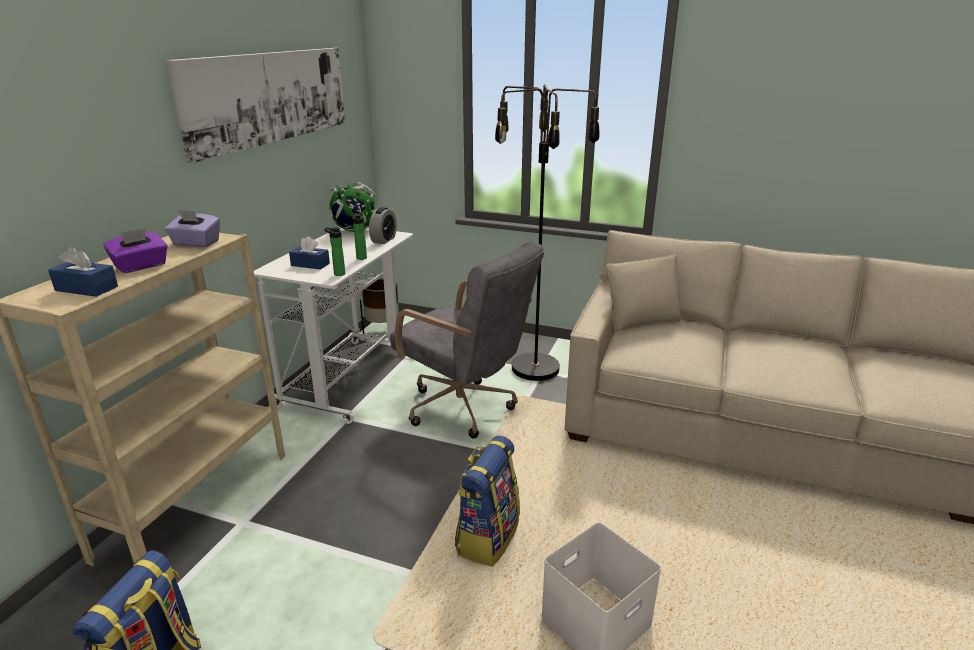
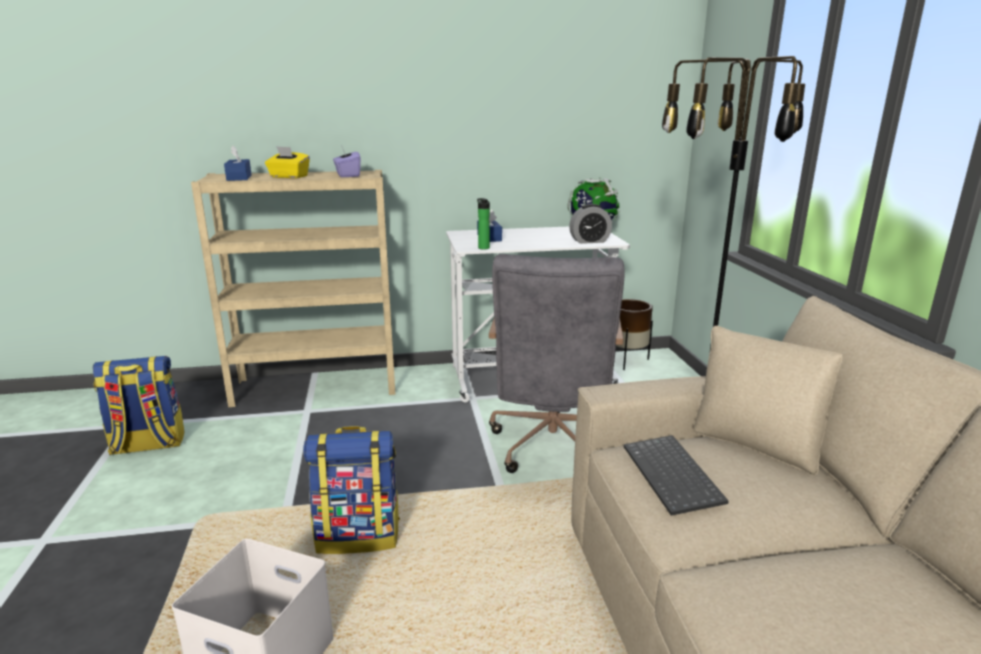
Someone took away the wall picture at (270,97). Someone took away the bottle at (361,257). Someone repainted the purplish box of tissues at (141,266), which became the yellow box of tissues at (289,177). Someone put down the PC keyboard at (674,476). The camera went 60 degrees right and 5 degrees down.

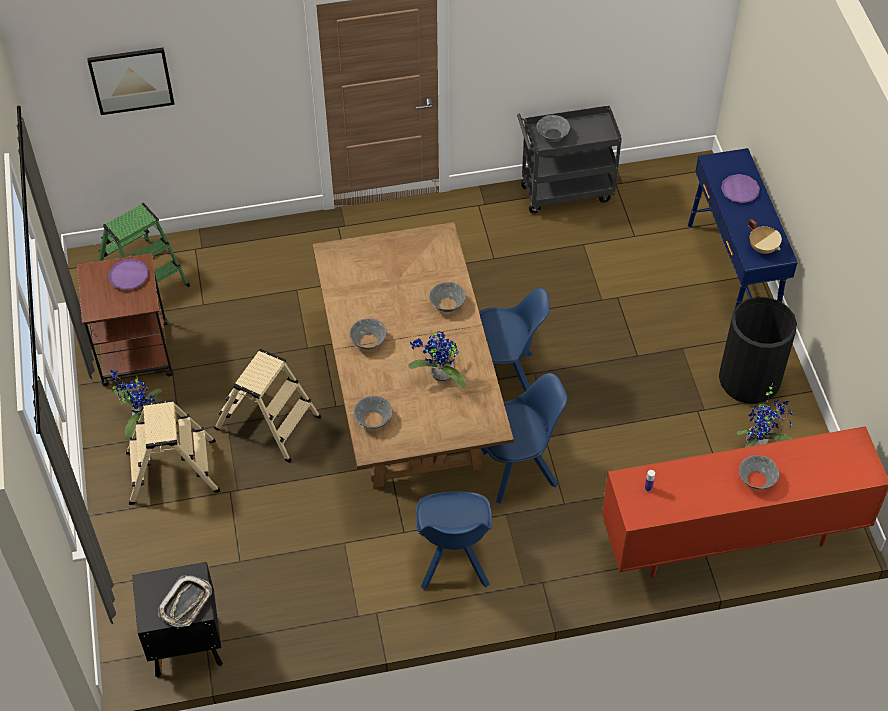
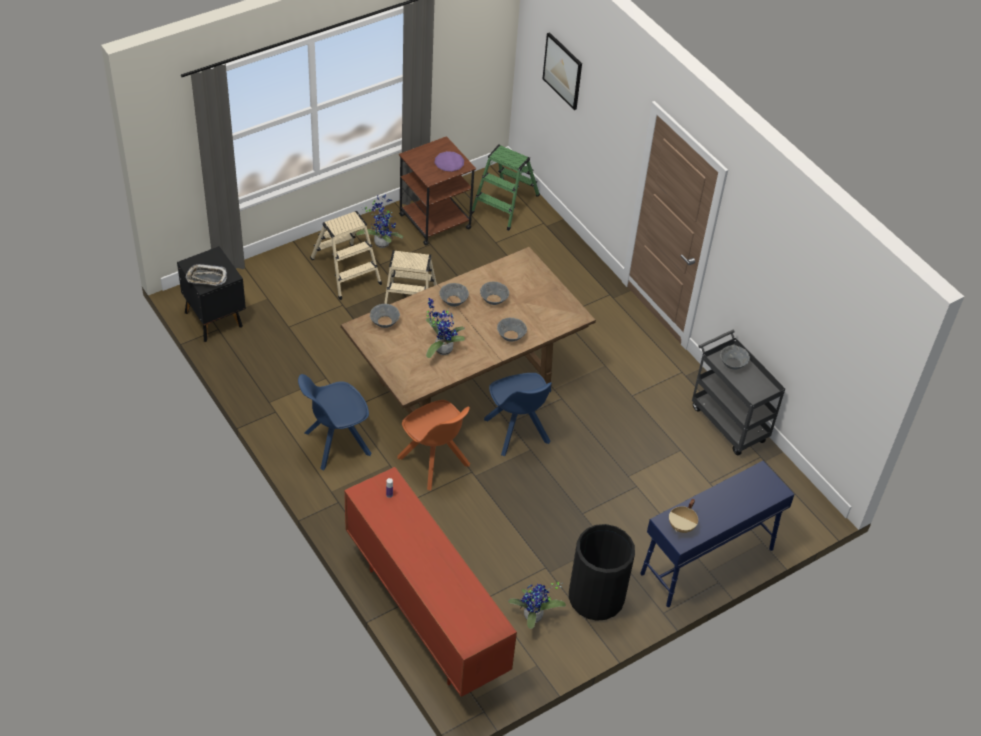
Someone took away the purplish plate at (740,190). Someone repainted the blue chair at (518,469), which became the orange chair at (434,462). Someone carried the gray deep dish from (757,479) to (494,300). The camera went 65 degrees right and 5 degrees down.

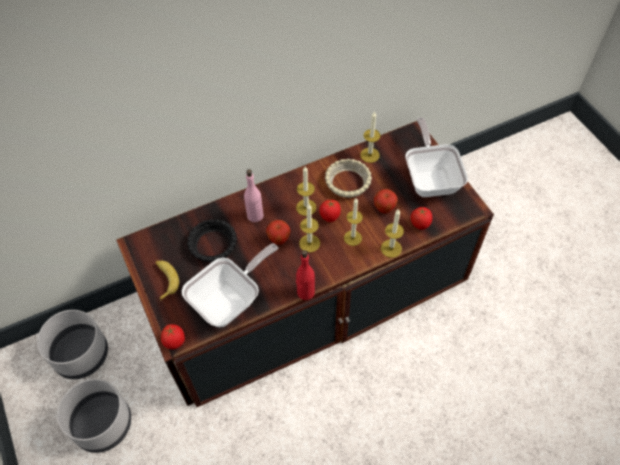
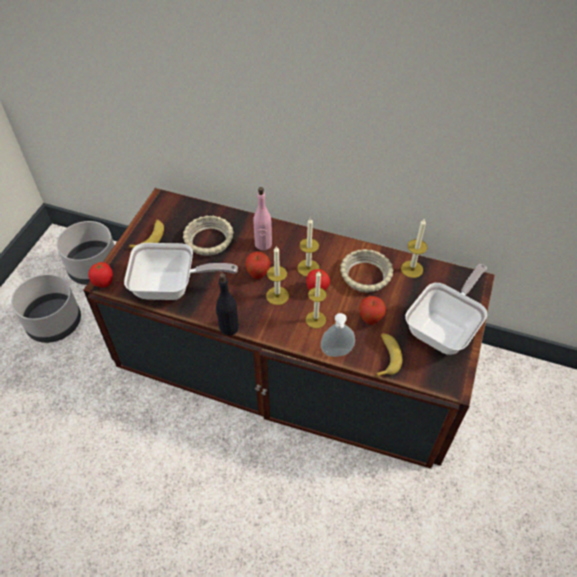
Someone swapped the whole tomato at (420,225) for the banana fruit at (386,357). Someone swapped the candle at (391,248) for the soap dispenser at (337,354). Someone repainted the black-coloured deep dish at (212,244), which became the sand-coloured deep dish at (209,240). Someone repainted the red bottle at (305,292), which became the black-coloured bottle at (228,328). The camera went 45 degrees right and 5 degrees down.

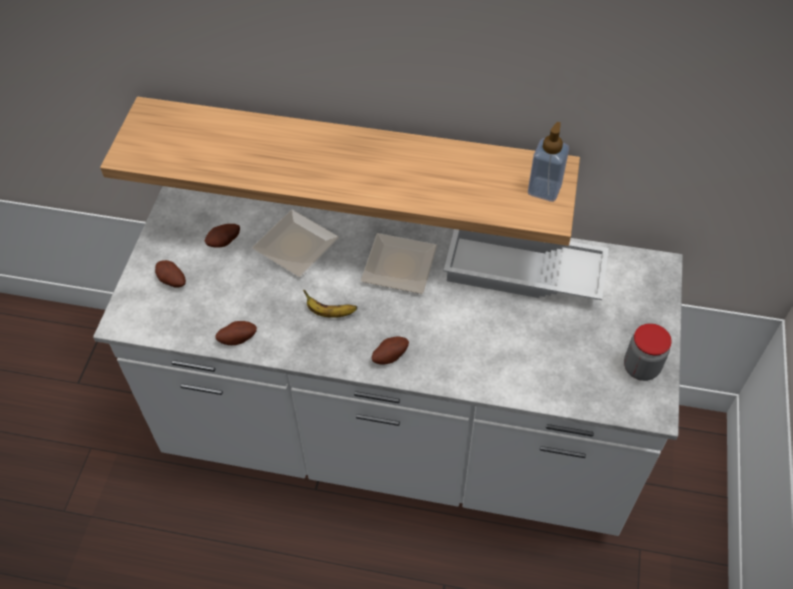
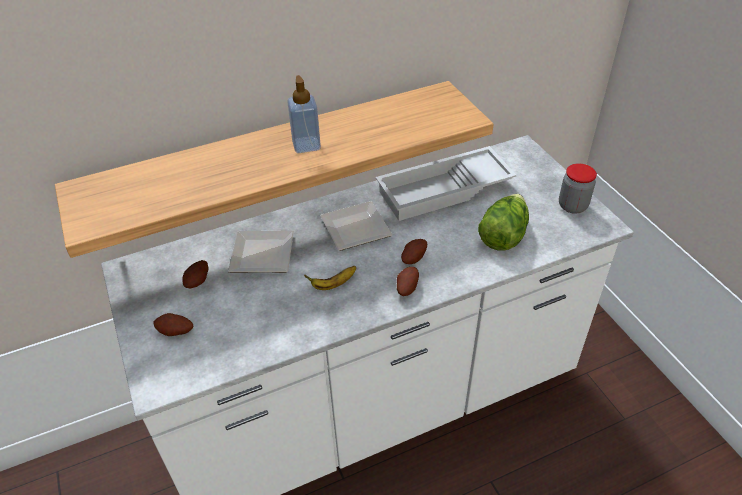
Someone carried the soap dispenser from (544,189) to (306,145). Someone carried the whole potato from (237,338) to (413,258). Someone put down the head of lettuce at (503,234). The camera went 35 degrees left and 10 degrees down.

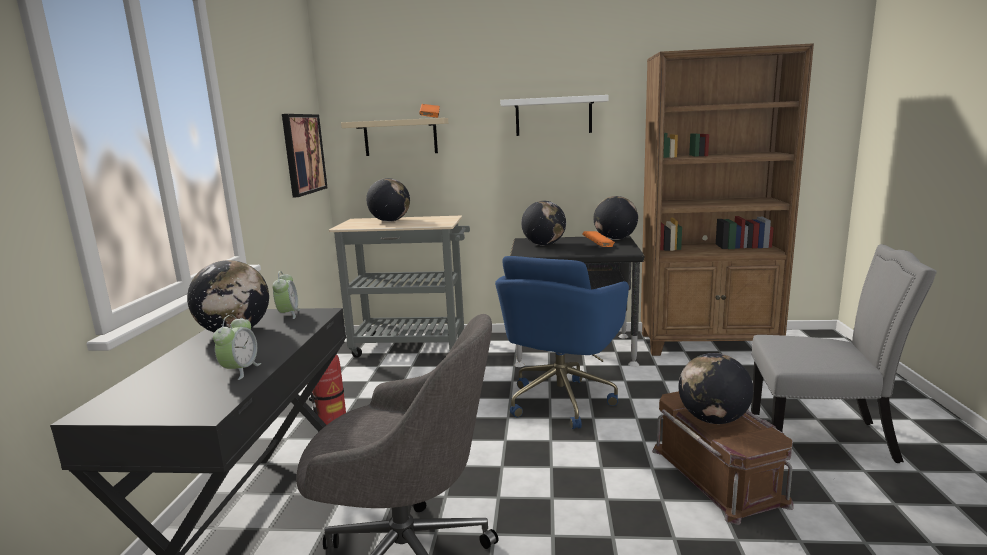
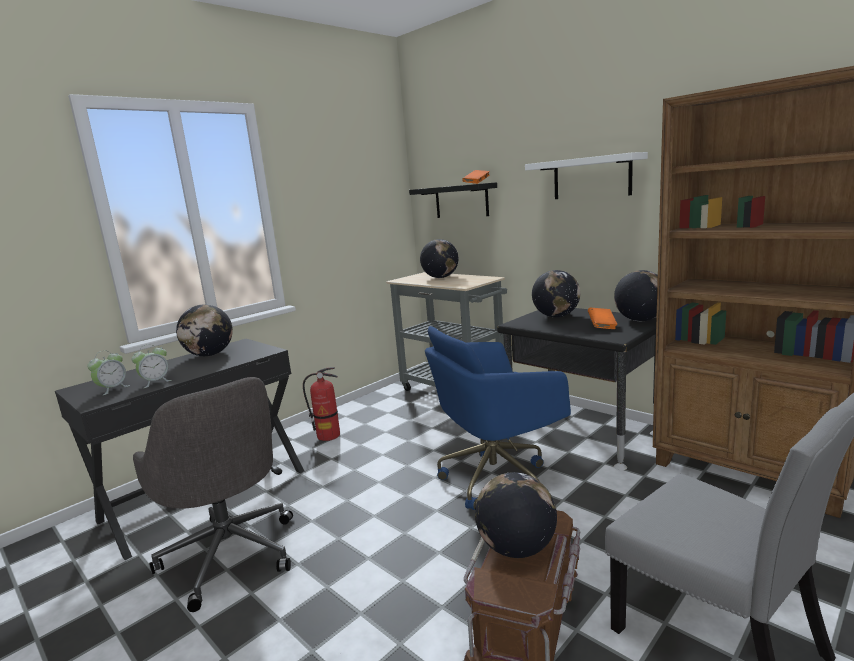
Someone took away the wall picture at (303,154). Someone repainted the sand-coloured wall shelf at (400,137), which became the black-coloured wall shelf at (461,201). Someone carried the alarm clock from (288,314) to (112,389). The camera went 40 degrees right and 0 degrees up.

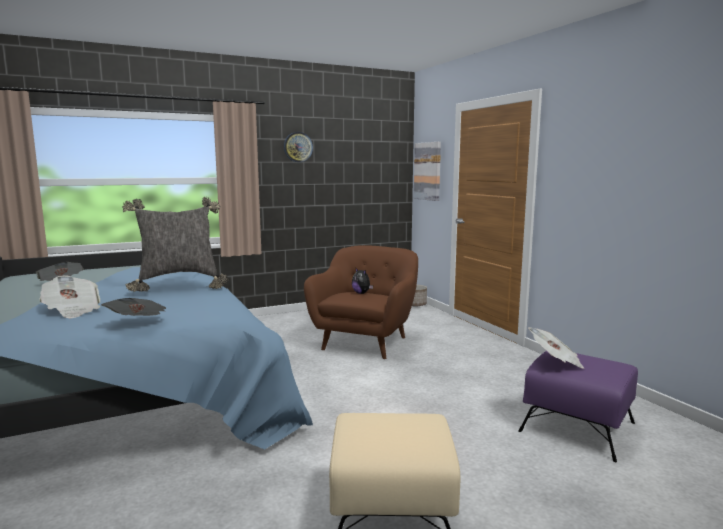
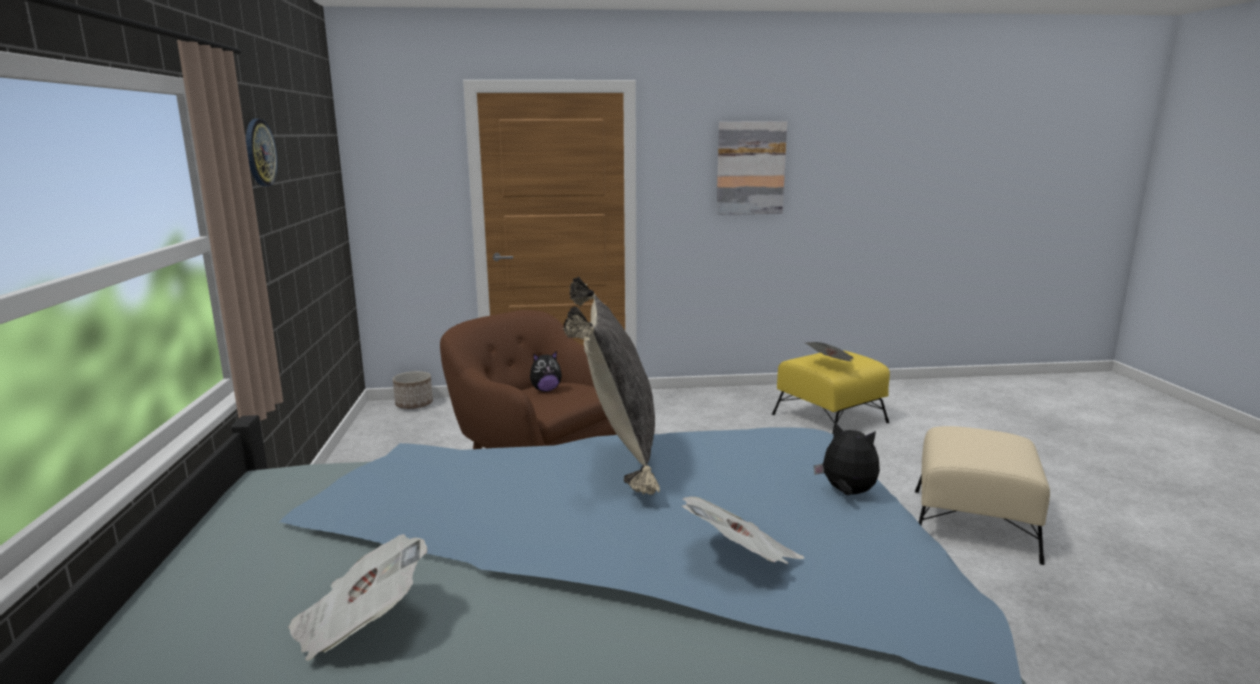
Someone carried the wall picture from (428,171) to (750,168). Someone swapped the newspaper at (138,323) for the cuddly toy at (847,493). Someone repainted the purplish footrest at (578,427), which became the yellow footrest at (830,418). The camera went 70 degrees left and 5 degrees up.

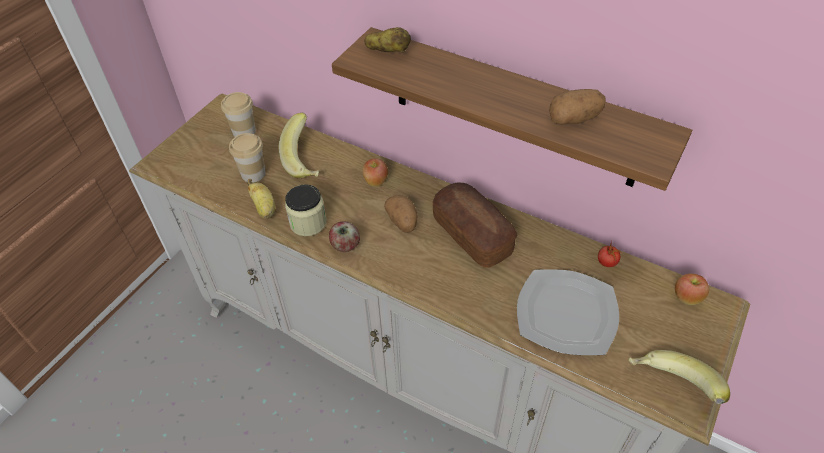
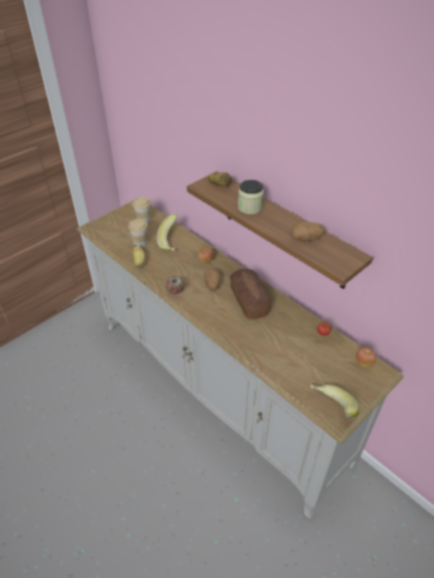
Someone carried the storage jar from (308,223) to (250,207). Someone took away the plate at (565,313). The camera went 15 degrees right and 5 degrees down.

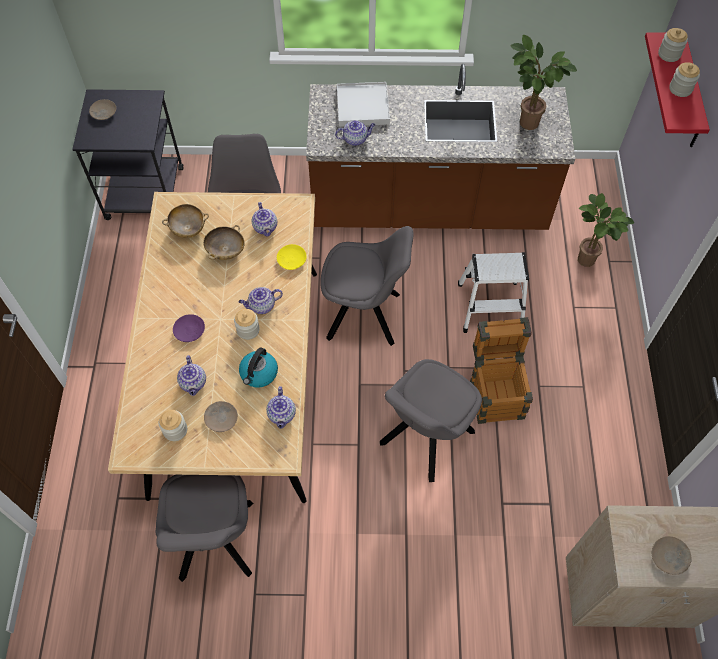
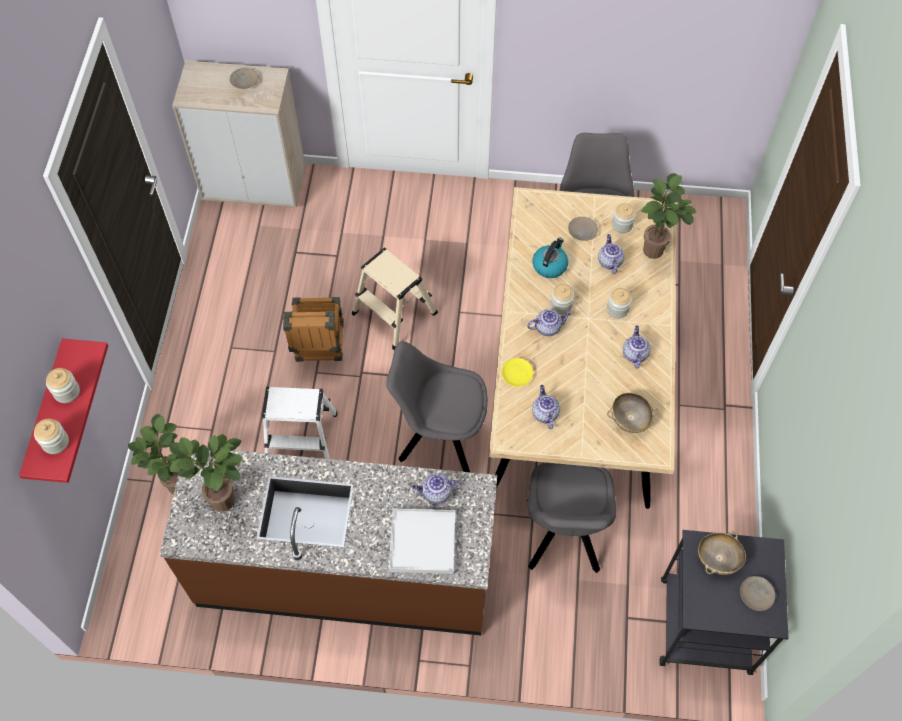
Someone carried the sand-coloured deep dish from (226,250) to (718,558). Someone swapped the purplish plate at (190,330) for the storage jar at (617,309). Someone swapped the gray chair at (425,437) for the sand-coloured step stool at (395,313). Someone carried the pot for tea from (282,415) to (634,353). Someone put down the houseplant at (655,253). The camera went 175 degrees left and 0 degrees up.

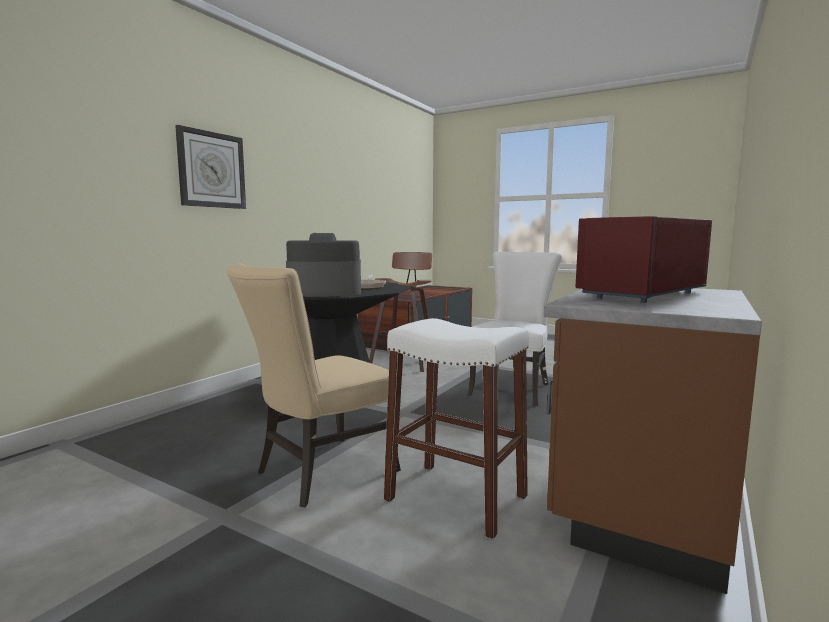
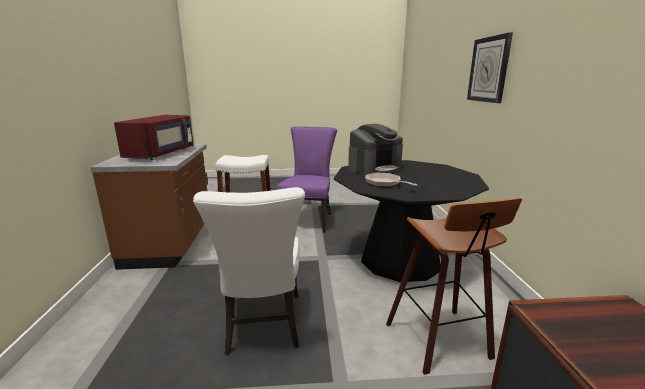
Someone repainted the sand-coloured chair at (319,473), which became the purplish chair at (309,219). The camera went 145 degrees right and 10 degrees up.

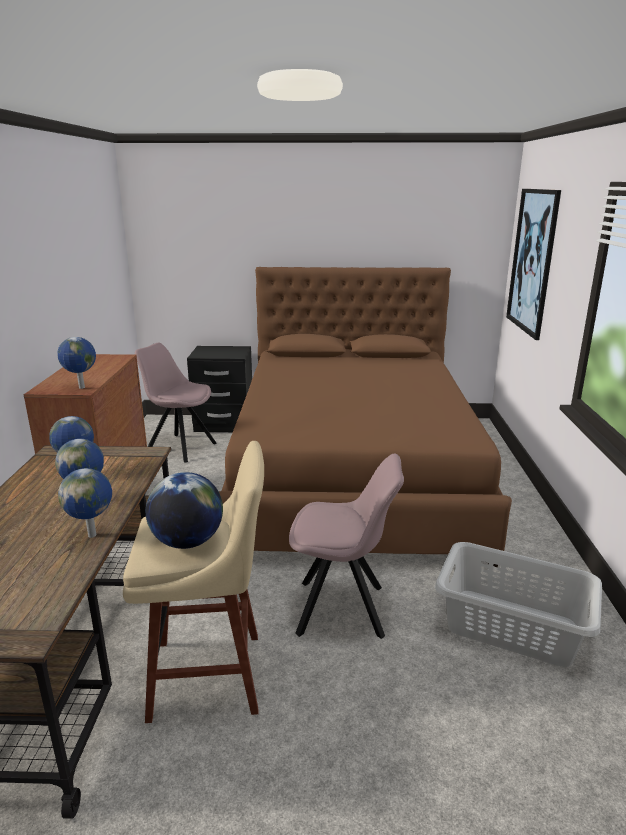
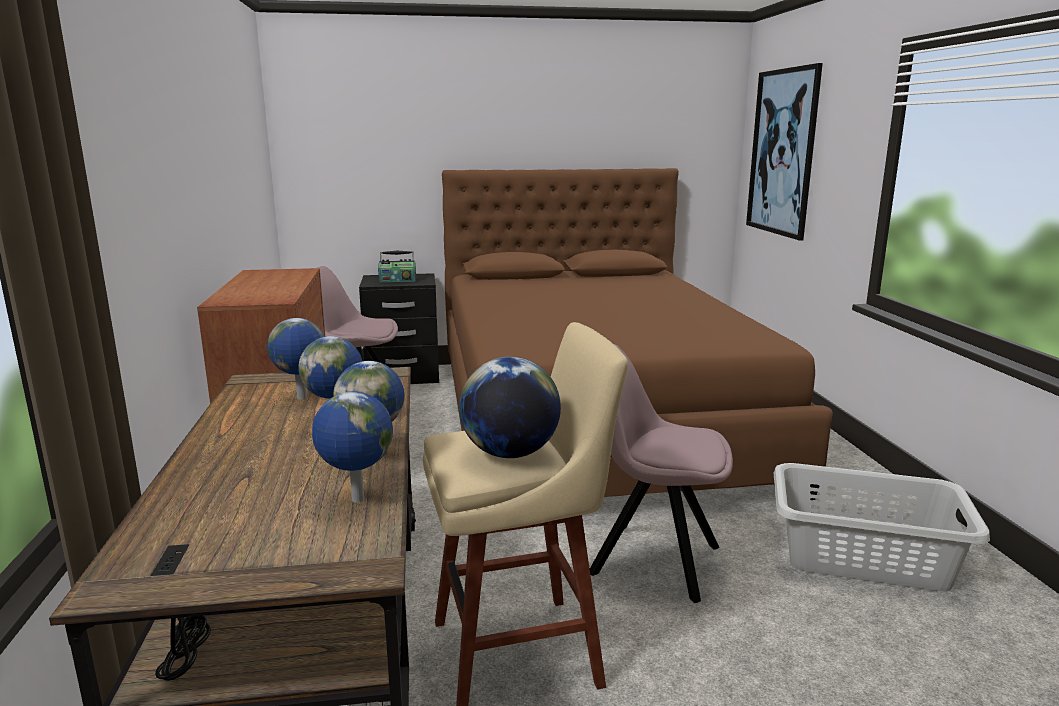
Someone carried the world globe from (81,388) to (356,500). Someone rotated the pinkish chair at (342,609) by 150 degrees counterclockwise. Someone put down the radio receiver at (397,280). The camera went 10 degrees left and 5 degrees down.

